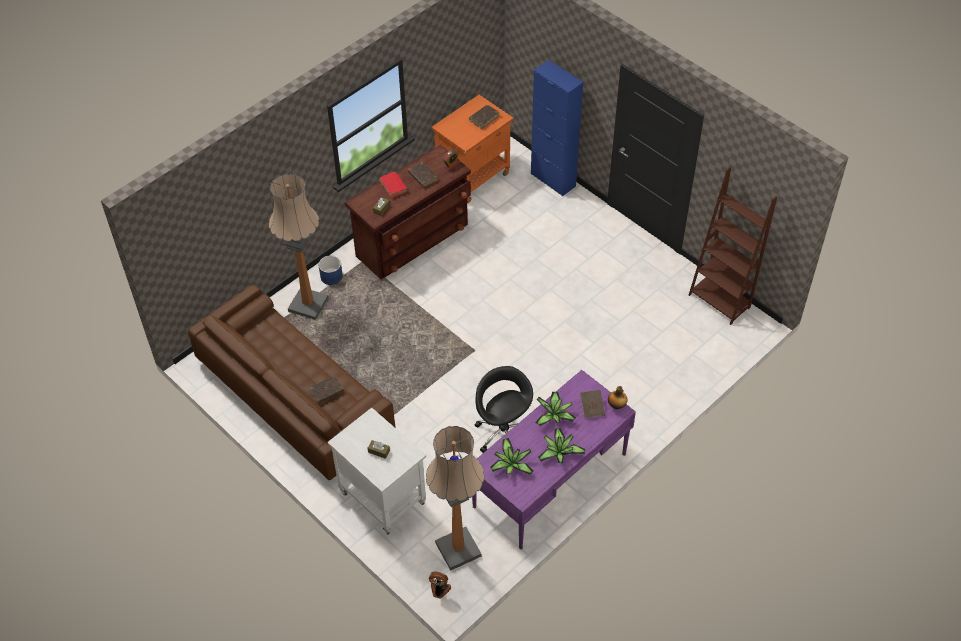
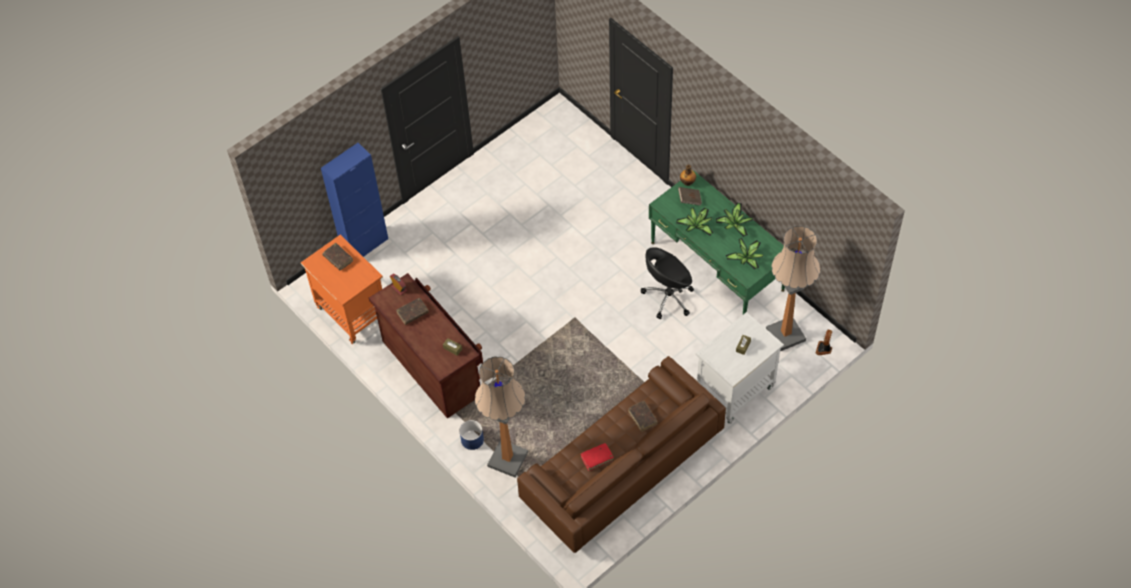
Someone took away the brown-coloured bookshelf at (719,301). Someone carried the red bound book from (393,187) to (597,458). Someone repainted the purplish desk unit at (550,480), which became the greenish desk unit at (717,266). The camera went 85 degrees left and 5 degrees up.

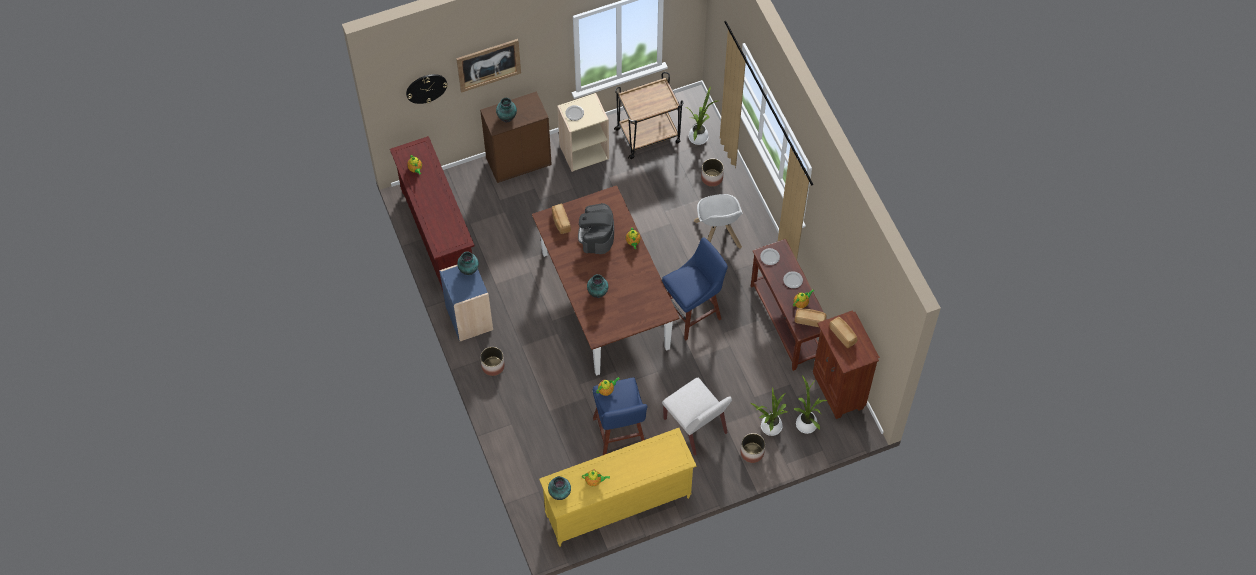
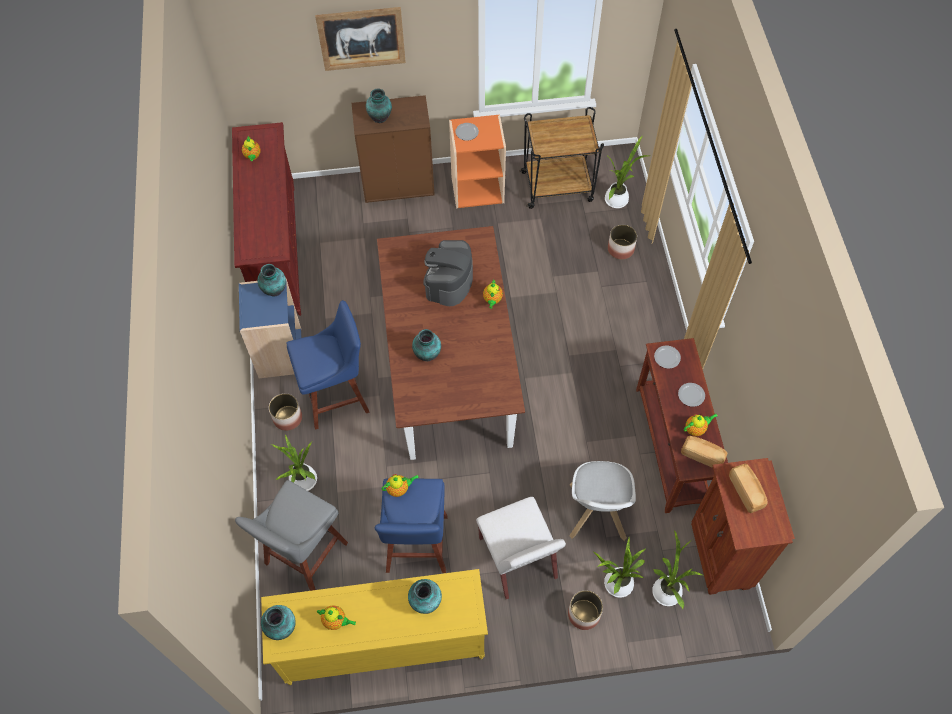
Someone took away the hanging clock at (426,88). Someone repainted the sand-coloured bookshelf at (584,151), which became the orange bookshelf at (478,189). Someone carried the chair from (717,235) to (597,513). Someone took away the baked bread at (560,222). Someone carried the blue stool seat from (692,313) to (337,397). Someone put down the houseplant at (303,482). Someone put down the gray stool seat at (304,555). Someone put down the flower vase at (425,602). The camera went 15 degrees right and 0 degrees up.

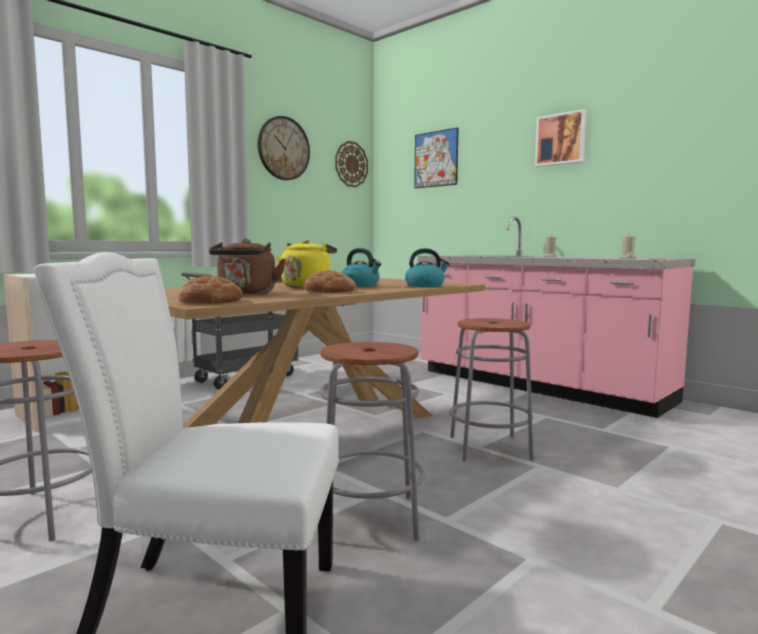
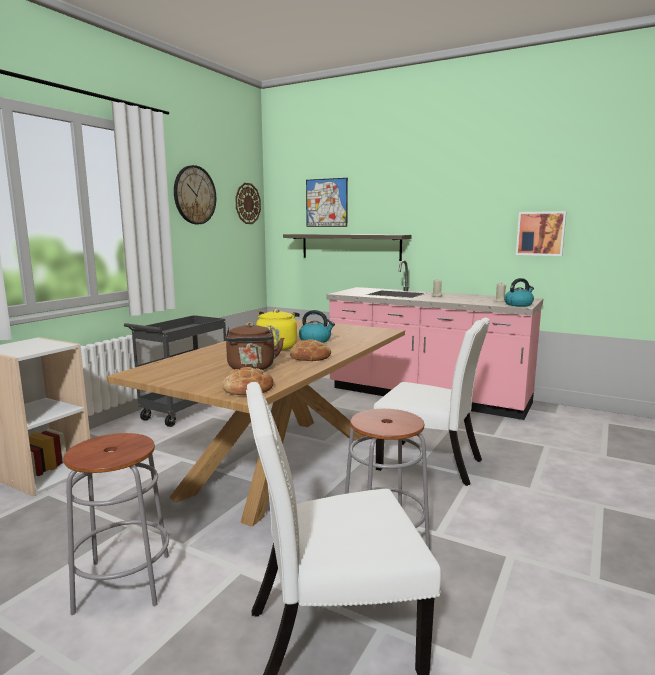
Someone carried the wall picture from (561,139) to (540,233). Someone carried the tea kettle from (425,286) to (518,304). Someone swapped the gray stool seat at (489,447) for the whitish chair at (428,463). Someone put up the wall shelf at (350,246). The camera went 15 degrees left and 5 degrees up.

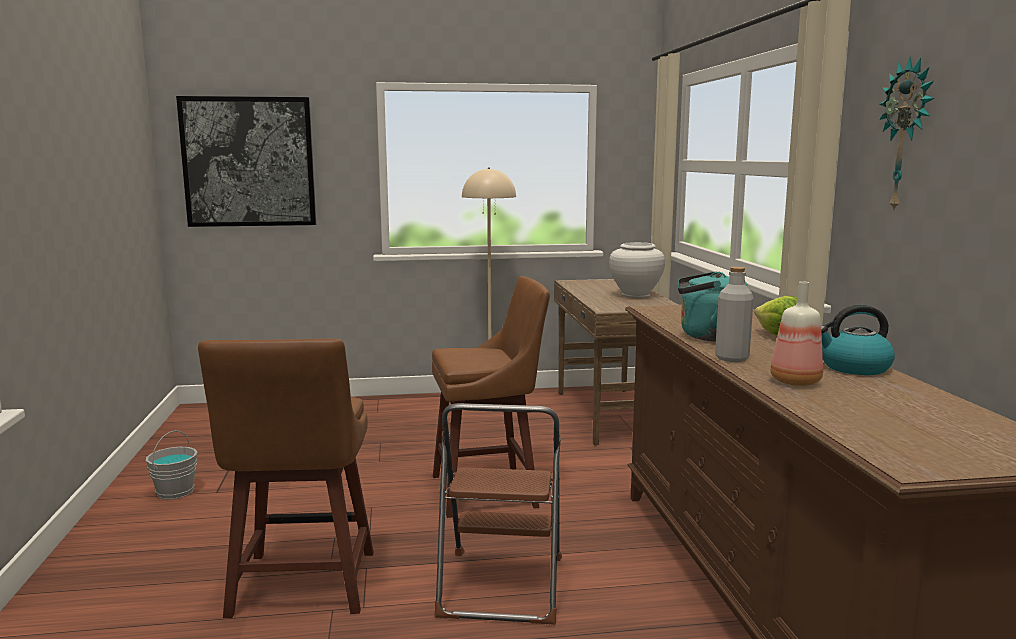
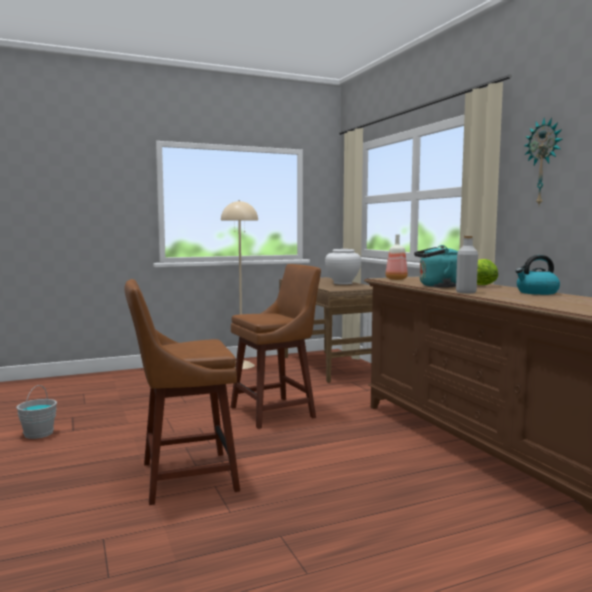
Someone took away the wall picture at (249,162). Someone carried the bottle from (795,382) to (396,279). Someone rotated the brown-coloured chair at (301,587) by 90 degrees clockwise. Someone took away the brown-coloured step stool at (500,588). The camera went 15 degrees left and 5 degrees down.

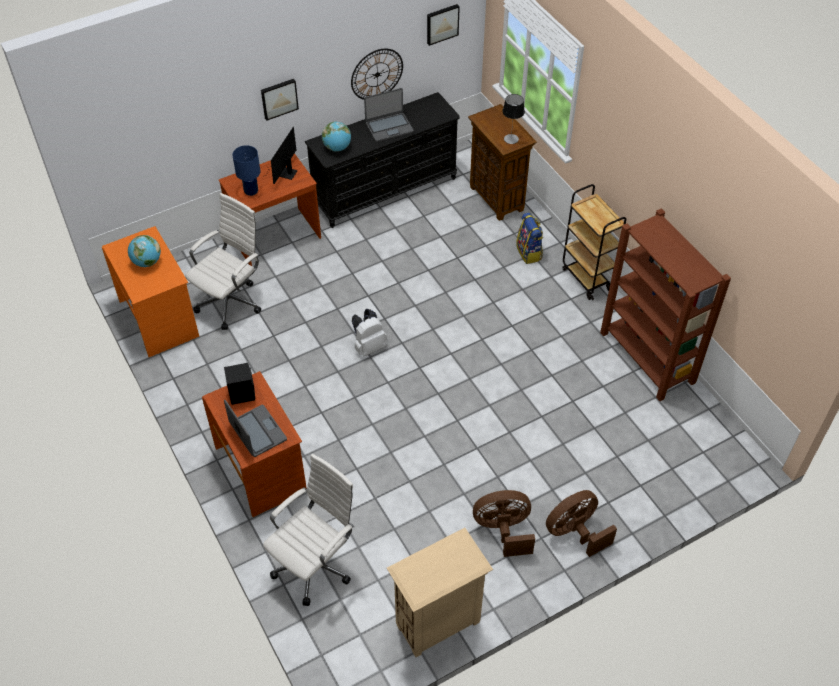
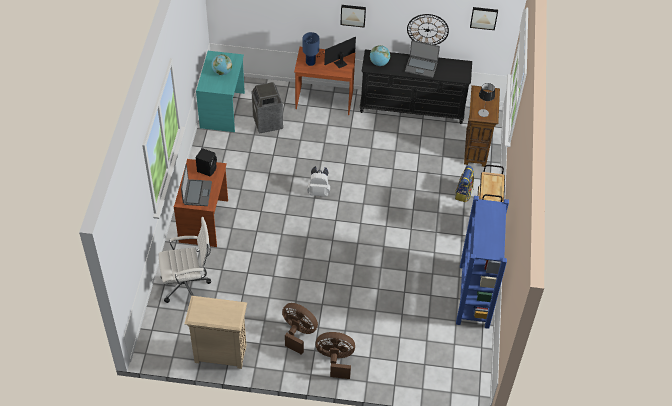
Someone swapped the whitish desk chair at (231,301) for the waste bin at (268,122). Someone repainted the brown-coloured bookshelf at (647,357), which became the blue bookshelf at (474,296). Someone repainted the orange desk unit at (160,318), which became the turquoise-coloured desk unit at (223,110). The camera went 35 degrees right and 0 degrees up.

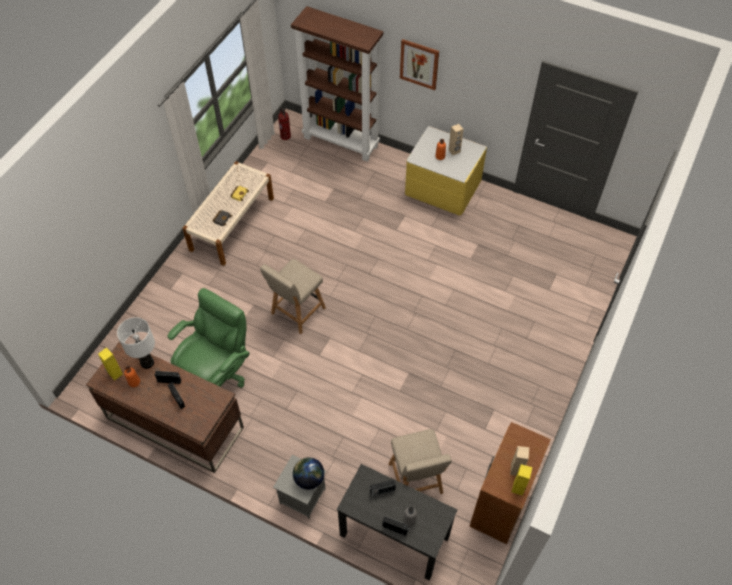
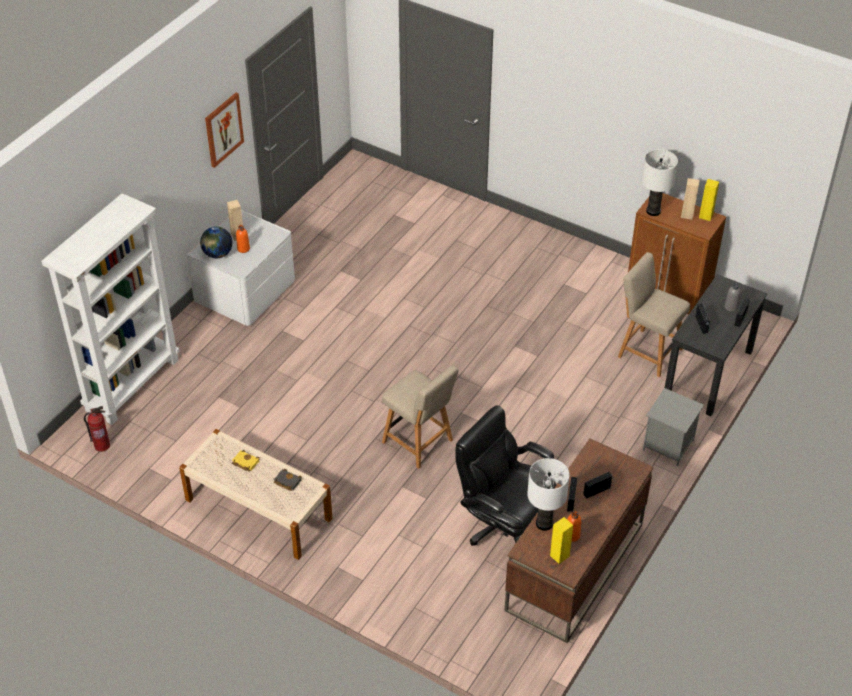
Someone repainted the brown-coloured bookshelf at (341,141), which became the whitish bookshelf at (132,384). Someone carried the wall picture from (419,64) to (223,129). Someone repainted the yellow night table at (442,188), which became the whitish night table at (245,292). Someone repainted the greenish desk chair at (217,373), which became the black-coloured desk chair at (504,524). Someone rotated the sand-coloured chair at (416,481) by 135 degrees counterclockwise. Someone carried the world globe from (309,478) to (217,254). Someone put down the whitish table lamp at (653,211). The camera went 85 degrees left and 10 degrees down.

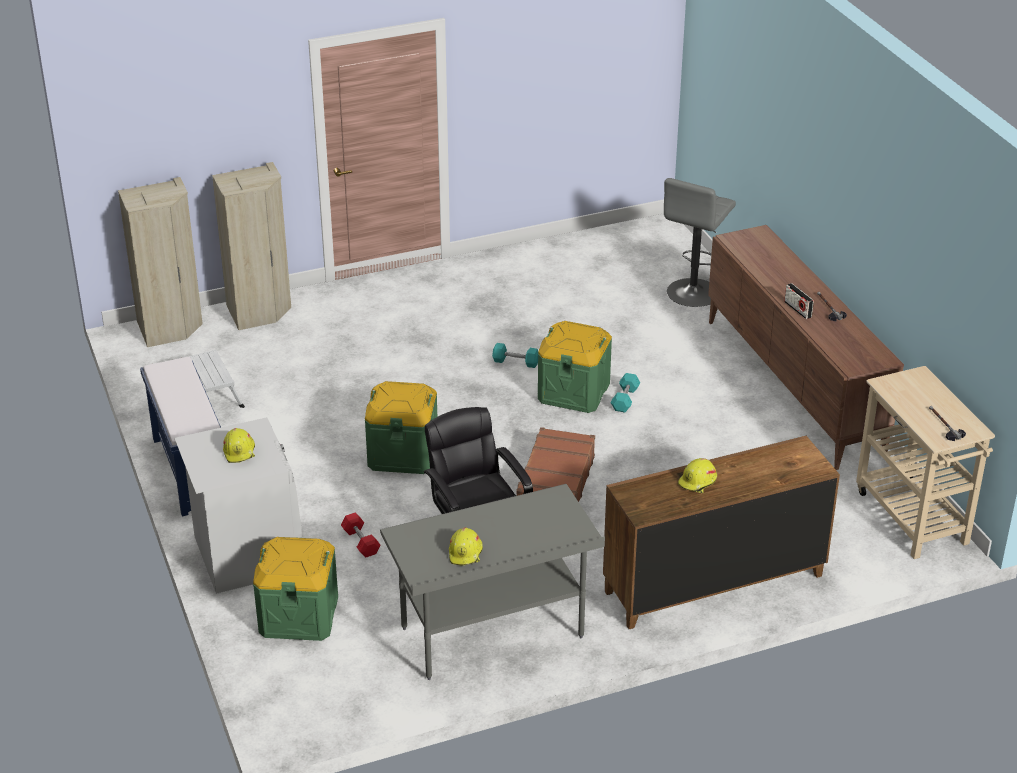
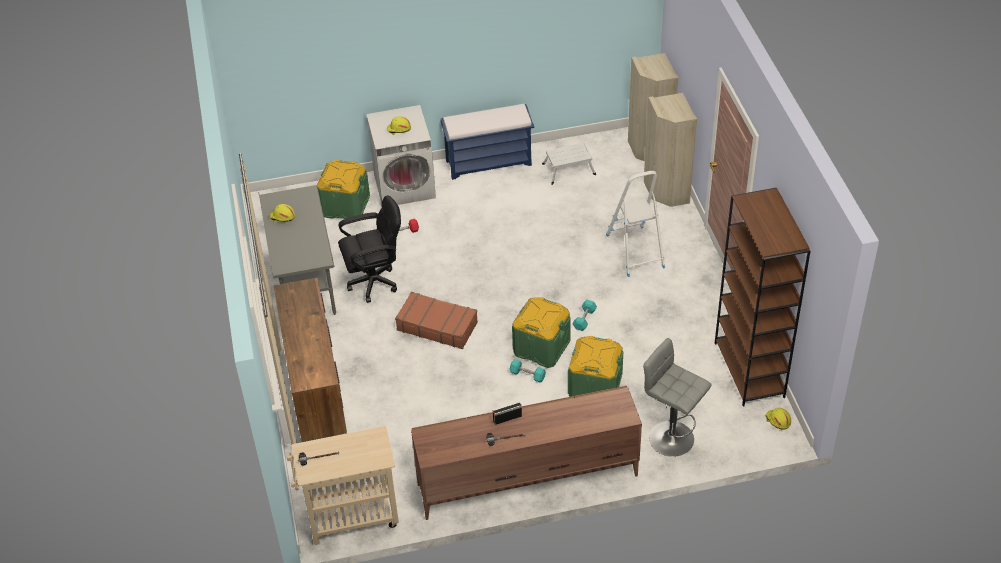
Someone carried the greenish storage box from (403,453) to (595,386). Someone carried the yellow safety helmet from (698,482) to (778,421). Someone put down the whitish step stool at (634,250). Someone put down the brown-coloured bookshelf at (749,370). The camera went 100 degrees right and 10 degrees up.

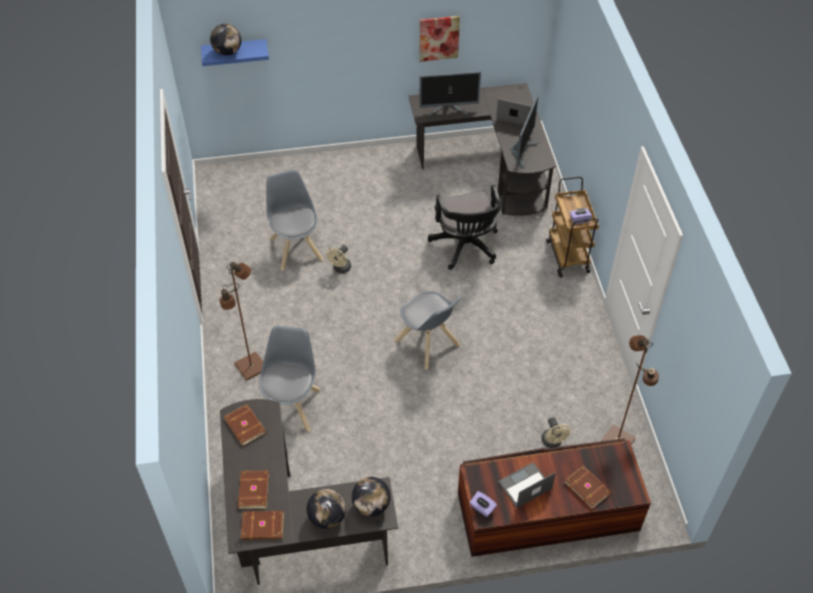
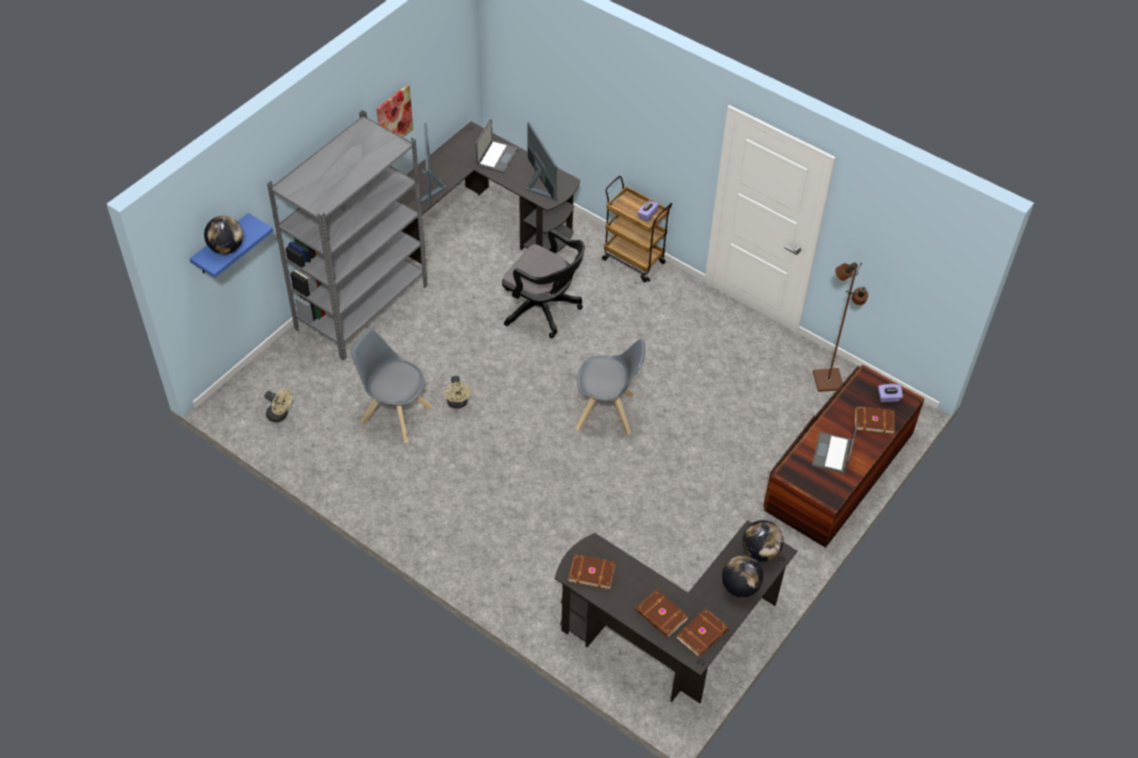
Someone rotated the computer display at (448,109) by 135 degrees clockwise. Someone rotated the notebook computer at (515,116) by 135 degrees clockwise. Someone took away the brown-coloured standing lamp at (251,366). Someone took away the gray chair at (292,405). Someone carried the sand-coloured fan from (553,442) to (280,415). Someone carried the purplish box of tissues from (482,508) to (888,398). Someone put down the gray bookshelf at (362,307). The camera went 45 degrees left and 0 degrees up.

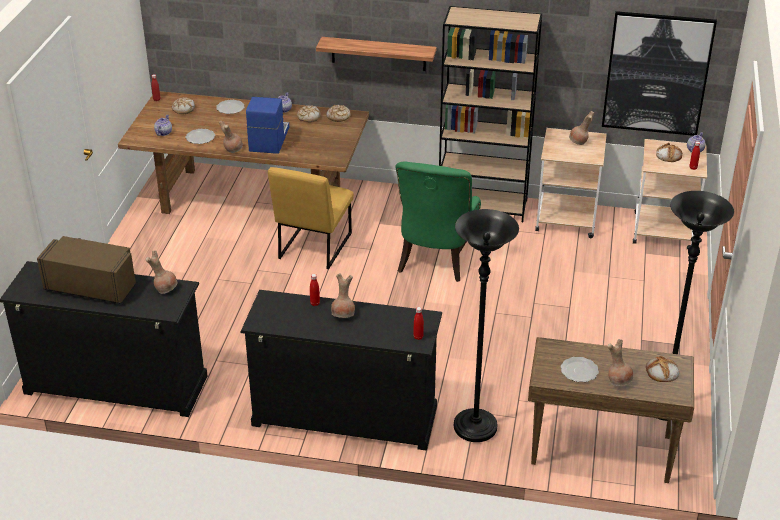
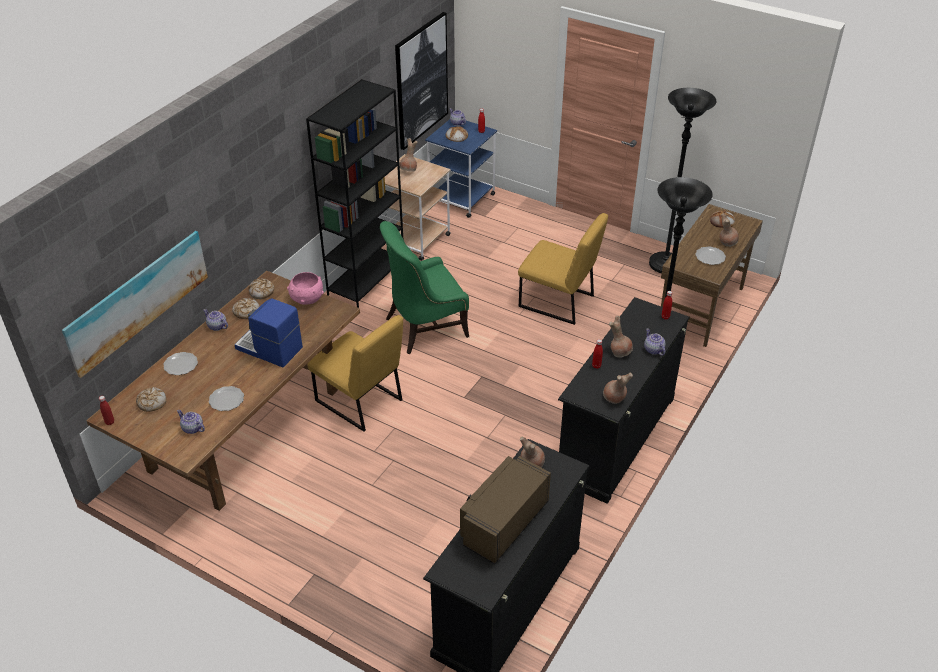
Someone repainted the sand-coloured bookshelf at (483,206), which became the black-coloured bookshelf at (366,279). Someone took away the wall shelf at (378,54). Someone carried the brown-coloured flower vase from (232,149) to (614,399). Someone repainted the sand-coloured wheeled cart at (664,231), which became the blue wheeled cart at (462,198). Someone rotated the greenish chair at (435,258) by 120 degrees clockwise. Someone put down the yellow chair at (558,302). Someone put up the wall picture at (136,300). Someone put down the pinkish deep dish at (307,299). Someone put down the pot for tea at (653,350). The camera went 70 degrees left and 5 degrees up.

